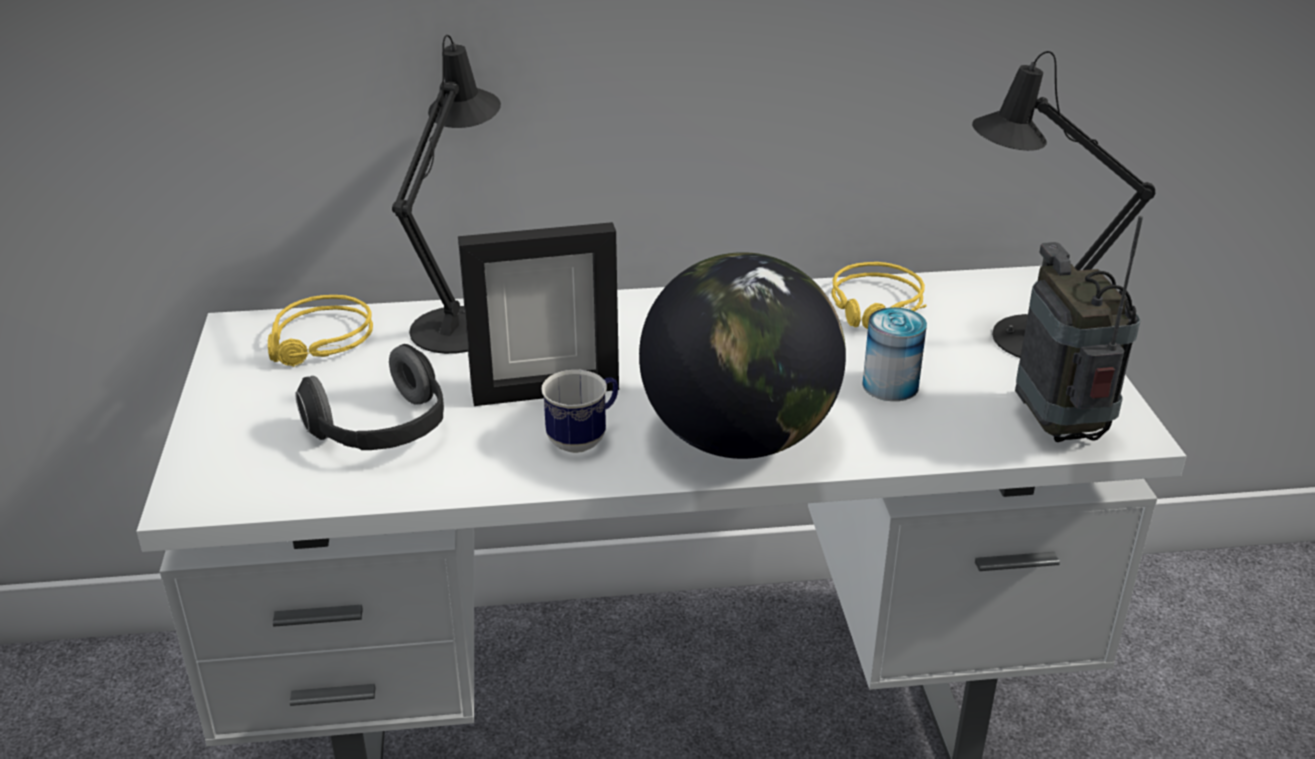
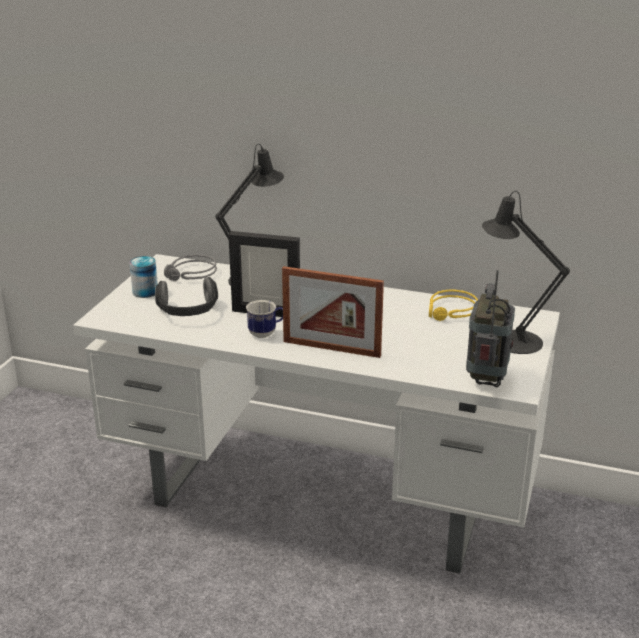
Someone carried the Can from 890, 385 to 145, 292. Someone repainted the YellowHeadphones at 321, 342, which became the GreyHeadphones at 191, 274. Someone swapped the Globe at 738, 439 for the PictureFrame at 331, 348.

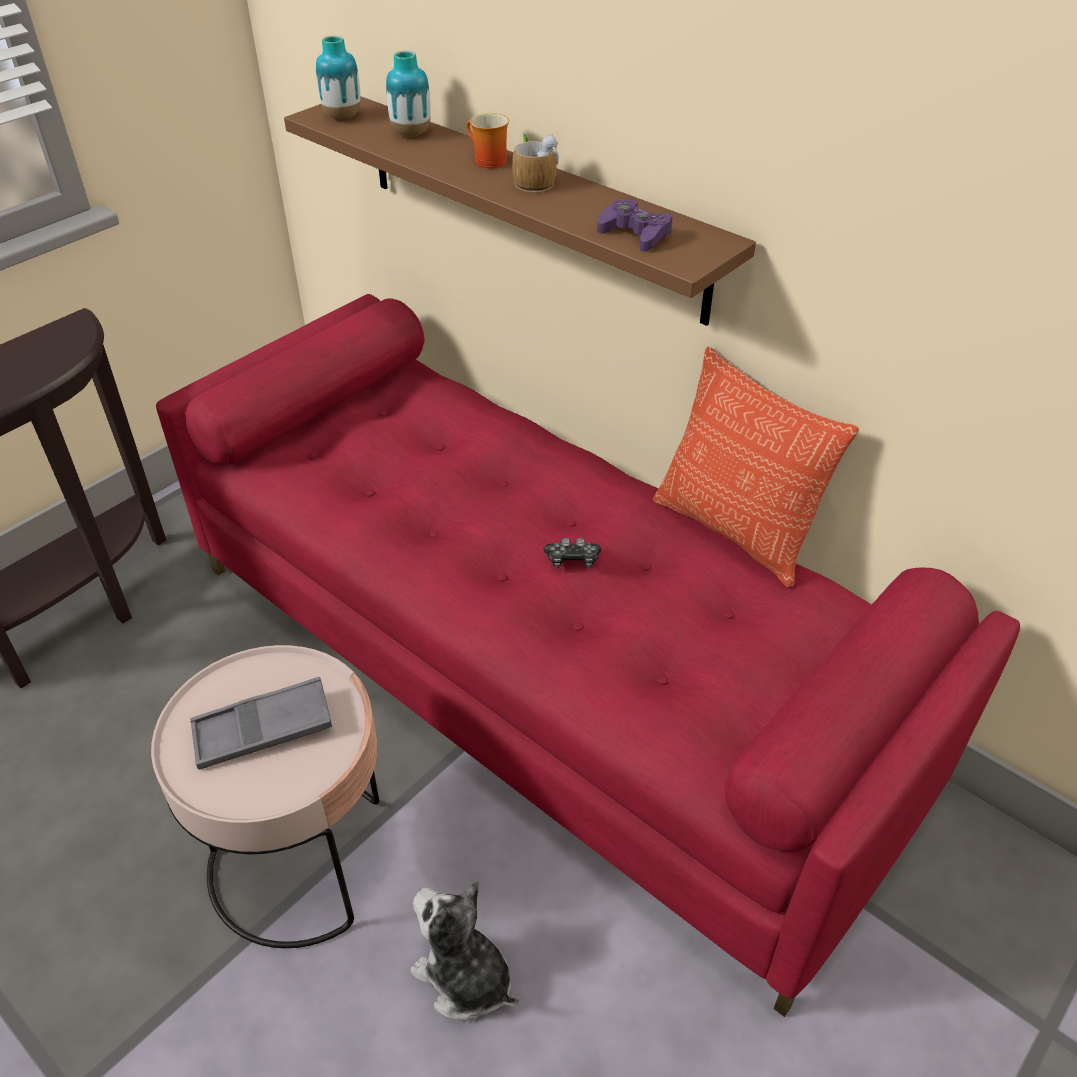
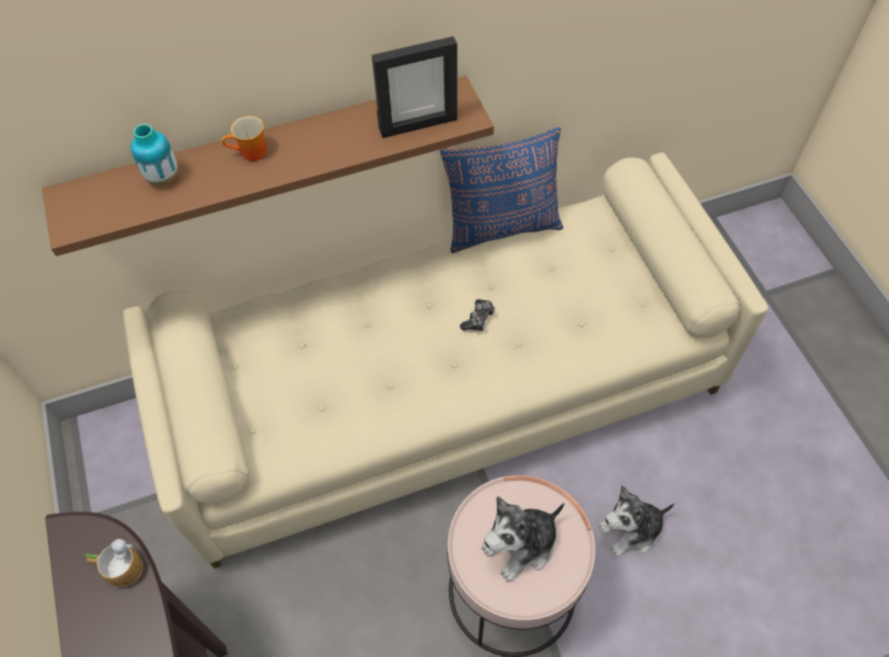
Someone carried the Mug from 532, 180 to 118, 567. Someone repainted the RedSofa at 540, 673, which became the BeigeSofa at 447, 395. Someone swapped the PurpleGameController at 635, 234 for the PictureFrame at 418, 124. Someone repainted the OrangePillow at 735, 531, which became the BluePillow at 502, 228. Someone swapped the GreyTray at 263, 730 for the PlushToy at 521, 545. Someone took away the Vase at 342, 116.

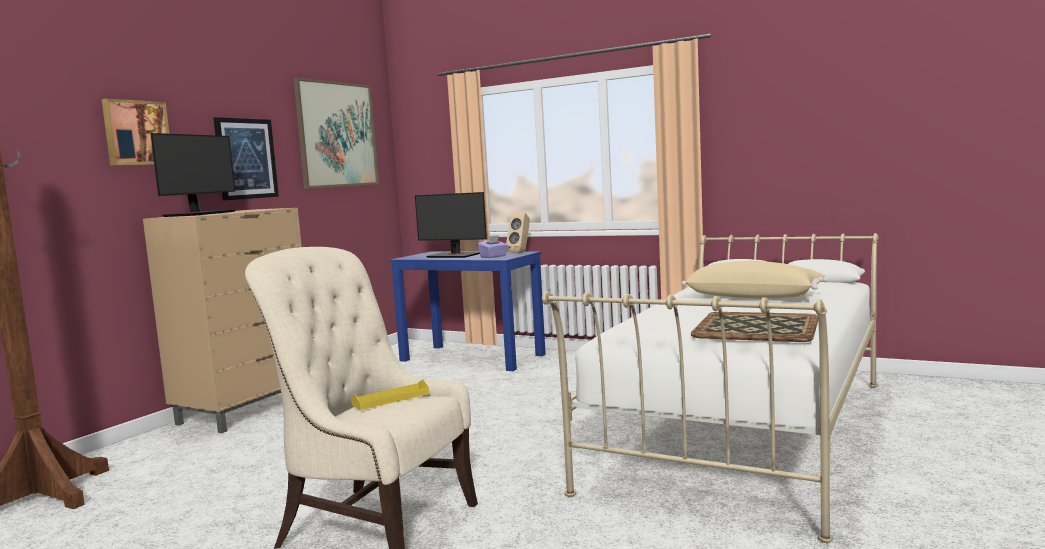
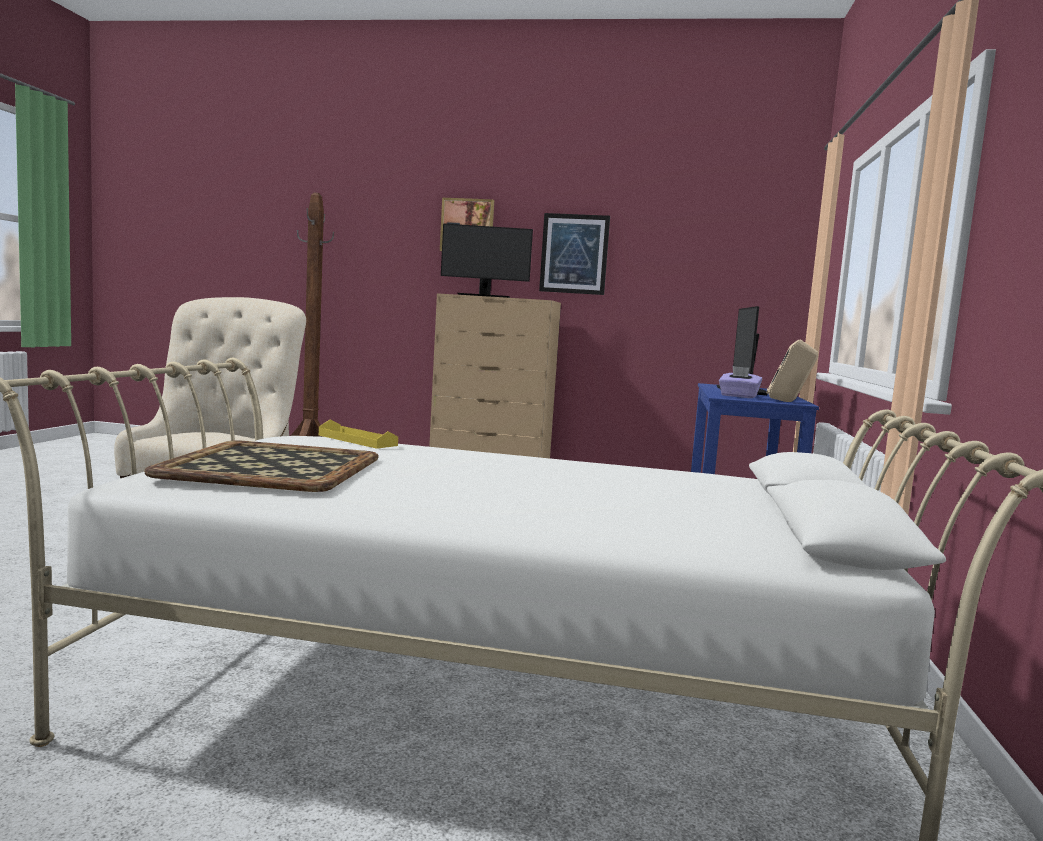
Someone carried the YellowTray from 391, 399 to 357, 440. Someone took away the Picture at 337, 134. Someone took away the BeigePillow at 754, 297.

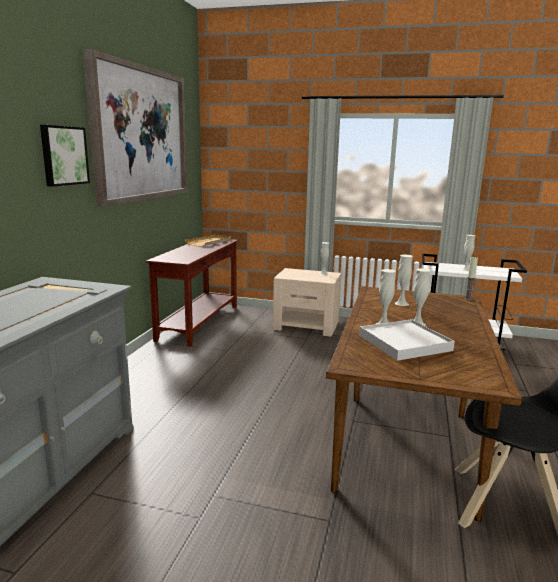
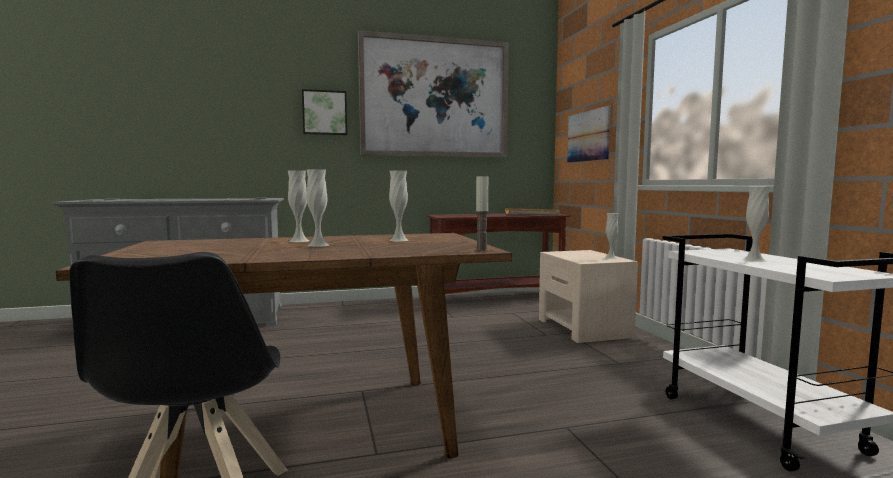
Someone put up the Picture at 588, 136. Someone took away the WhiteTray at 404, 343.

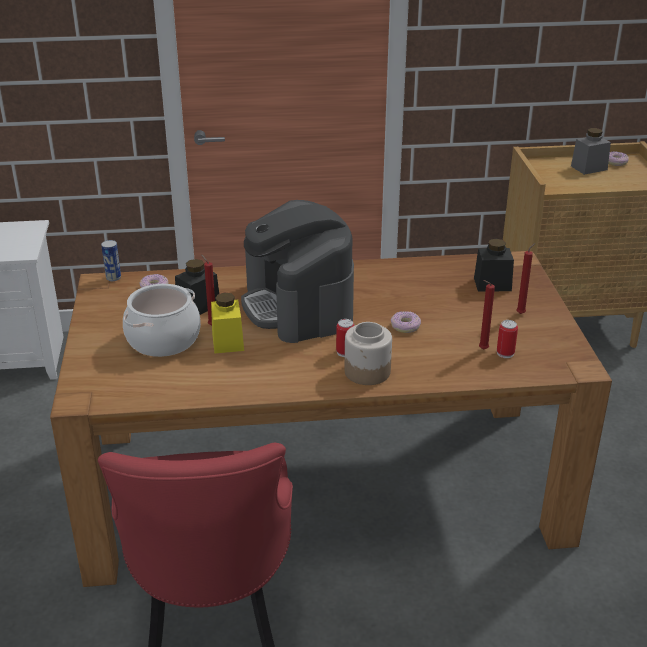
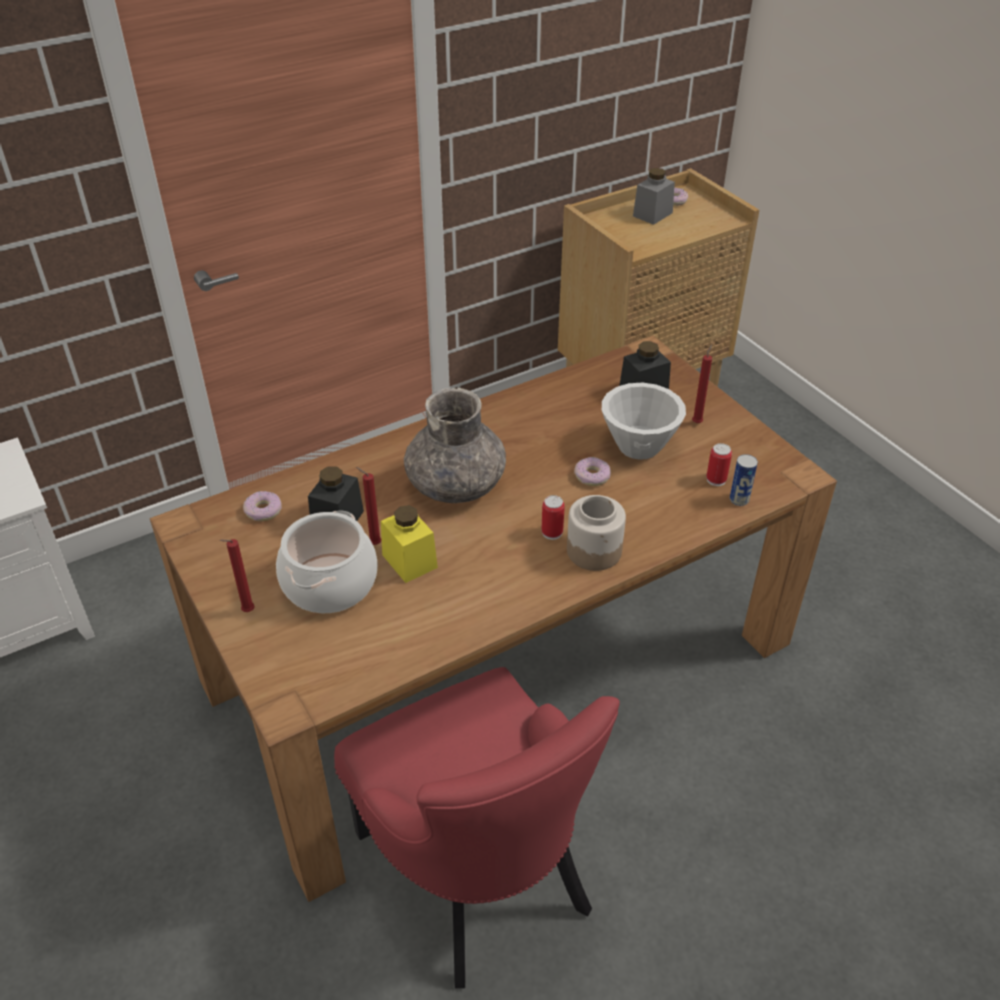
Someone carried the RedCandle from 481, 349 to 246, 612. Someone swapped the CoffeeMachine at 298, 306 for the GreyVase at 456, 485. Someone put down the WhiteBowl at 639, 446. Someone carried the Can from 113, 278 to 739, 500.

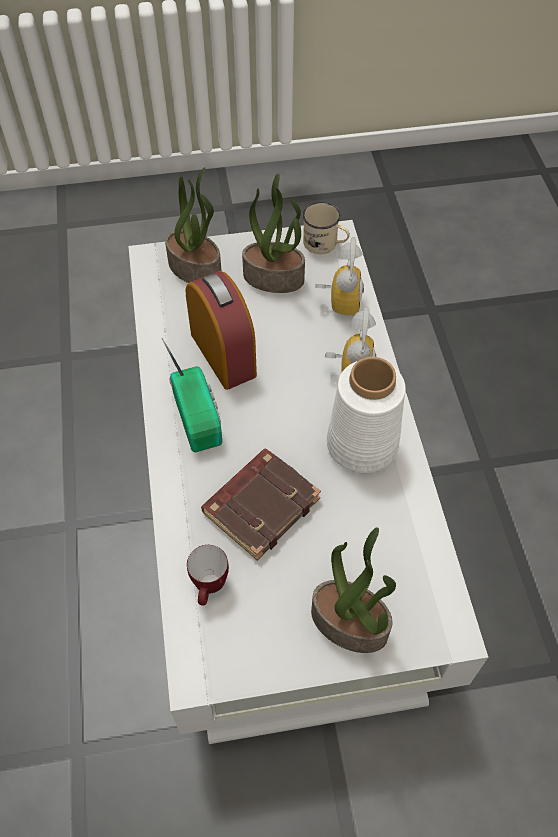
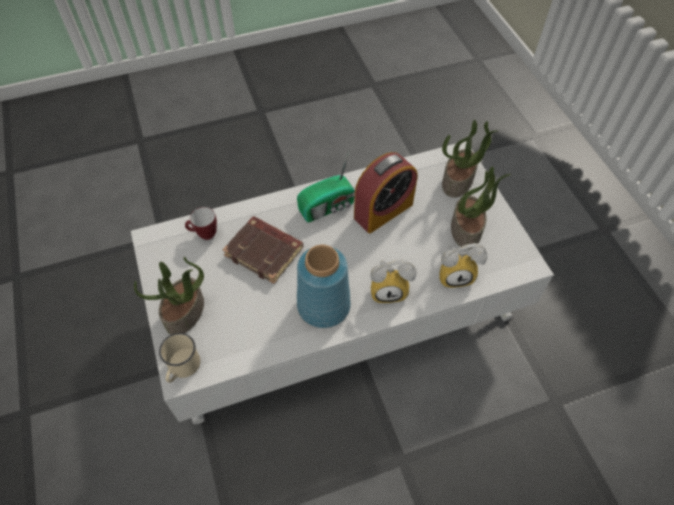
Someone carried the BeigeMug from 325, 244 to 182, 368. Someone repainted the WhiteVase at 362, 445, which became the BlueVase at 322, 306.

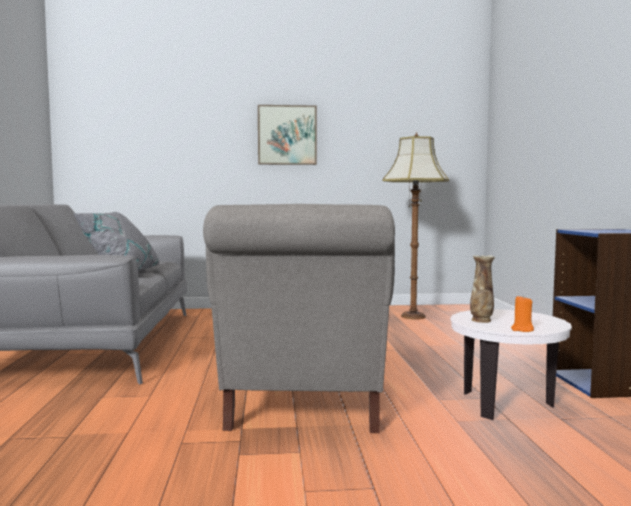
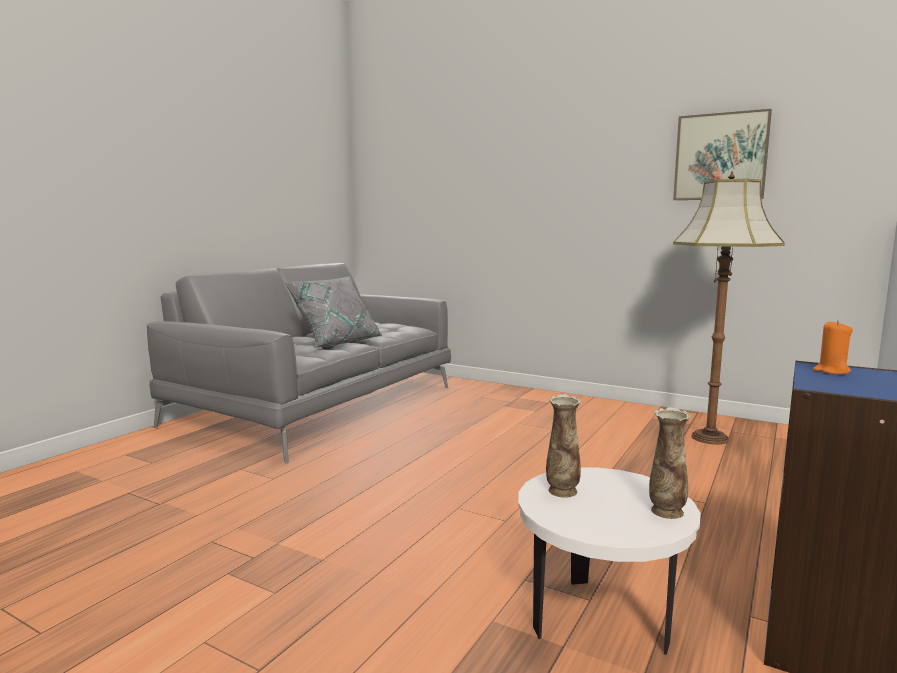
Someone put down the Vase at 666, 512. Someone carried the Picture from 287, 135 to 720, 157. Someone carried the OrangeCandle from 522, 330 to 831, 371. Someone took away the GreyArmchair at 304, 406.

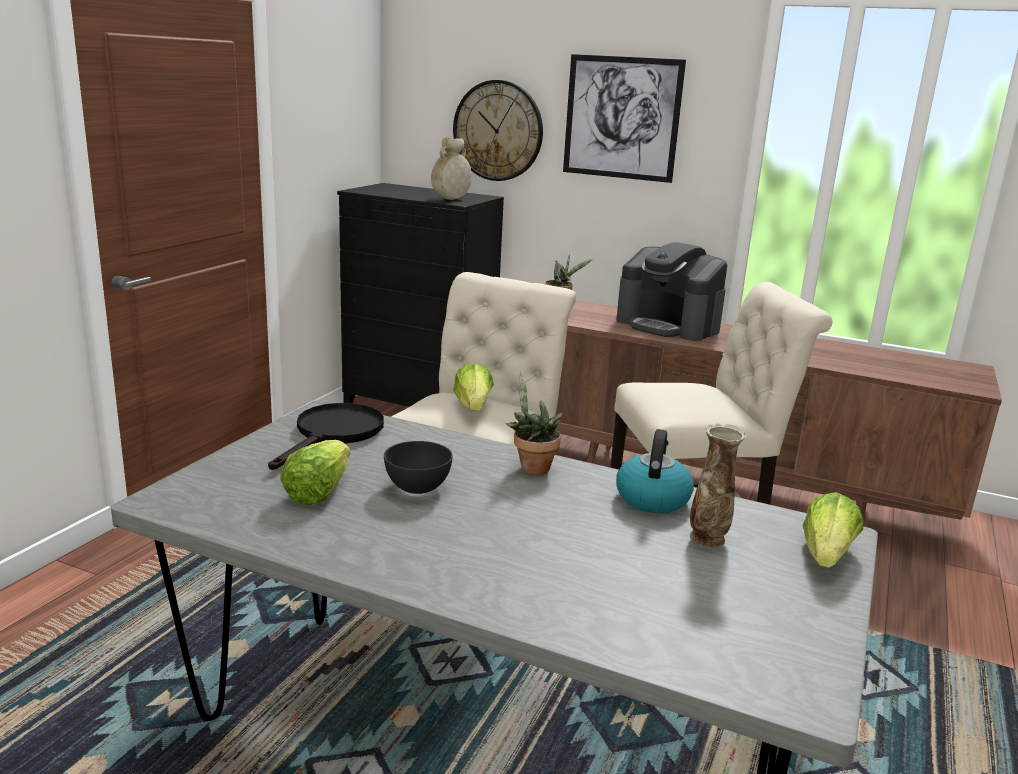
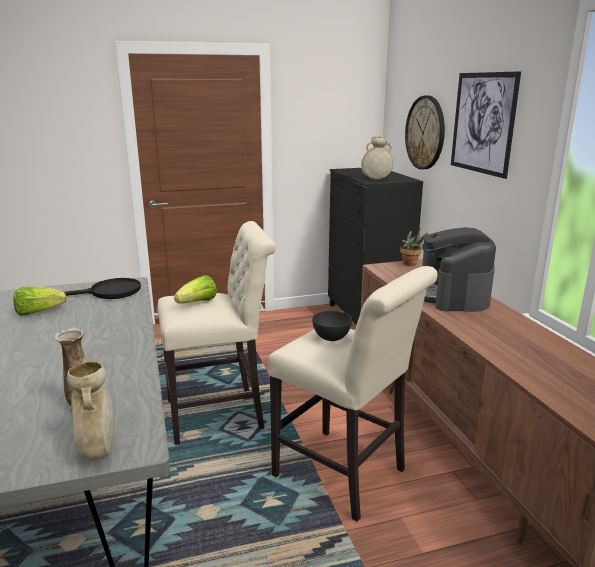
Someone swapped the Lettuce at 826, 555 for the BeigeVase at 98, 451. Someone carried the GreyBowl from 418, 487 to 332, 337. Someone took away the PottedPlant at 531, 467. Someone took away the Kettle at 652, 498.

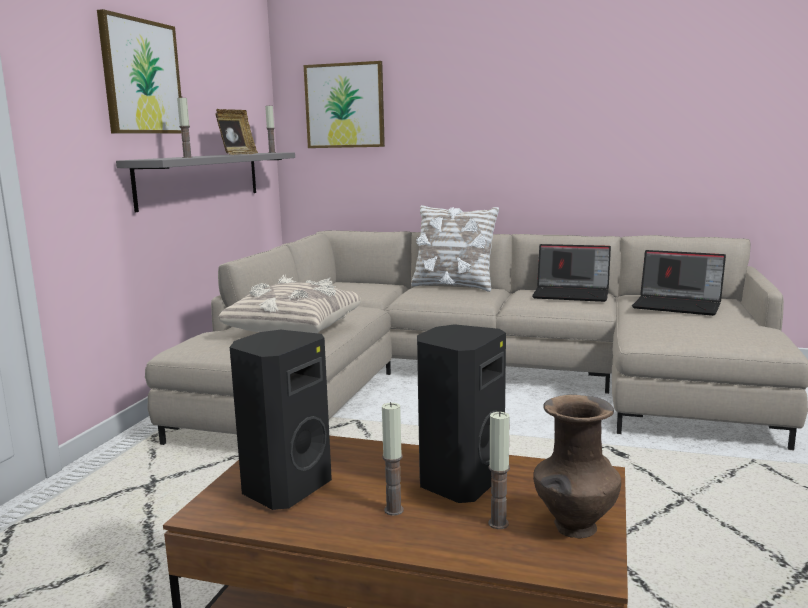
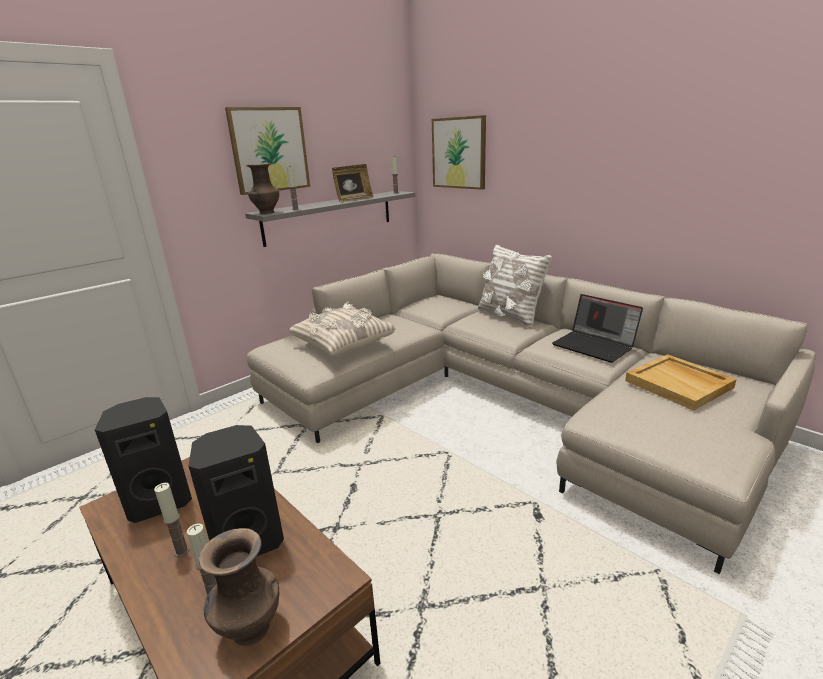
Someone put down the BrownVase at 266, 213. Someone swapped the Laptop at 678, 305 for the BeigeTray at 679, 384.

